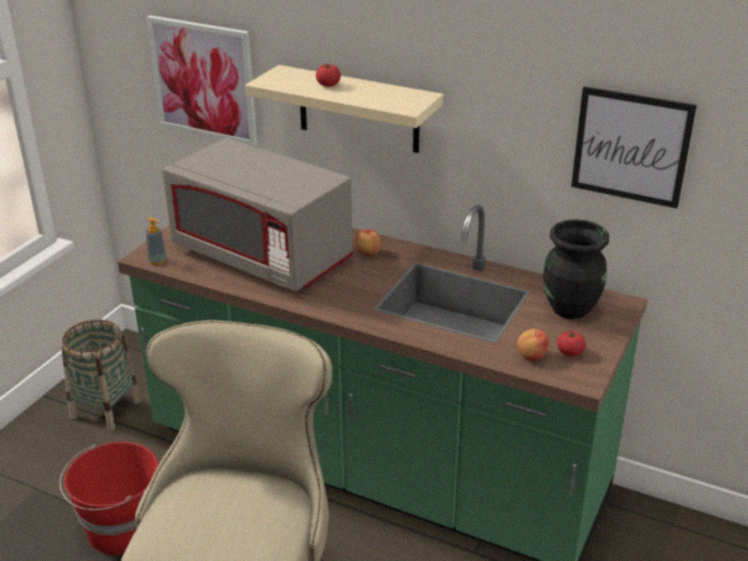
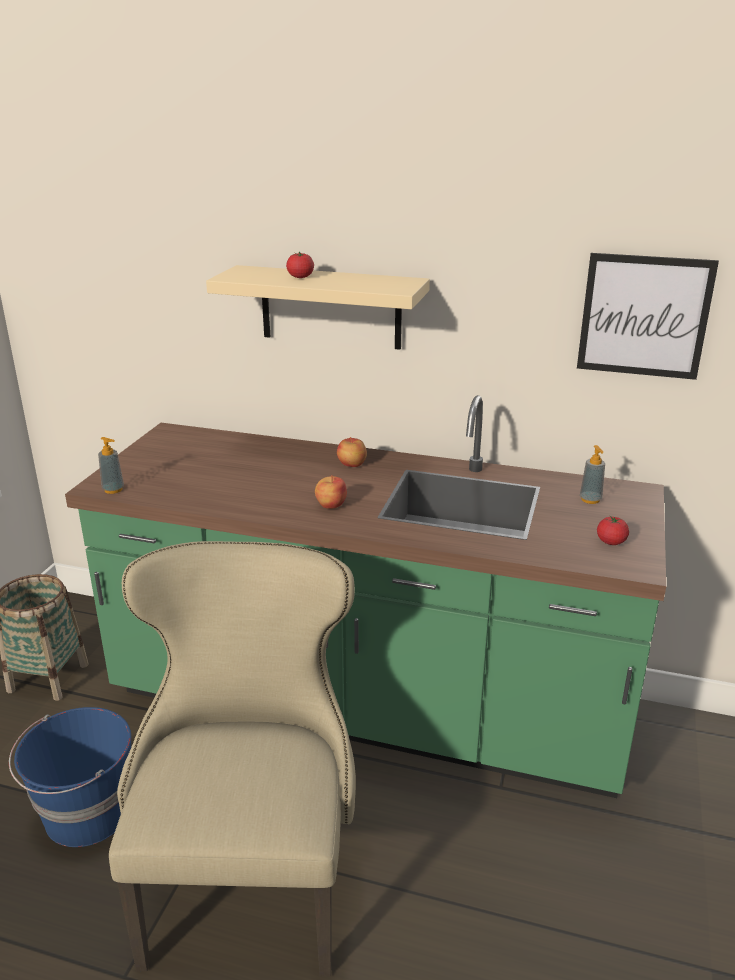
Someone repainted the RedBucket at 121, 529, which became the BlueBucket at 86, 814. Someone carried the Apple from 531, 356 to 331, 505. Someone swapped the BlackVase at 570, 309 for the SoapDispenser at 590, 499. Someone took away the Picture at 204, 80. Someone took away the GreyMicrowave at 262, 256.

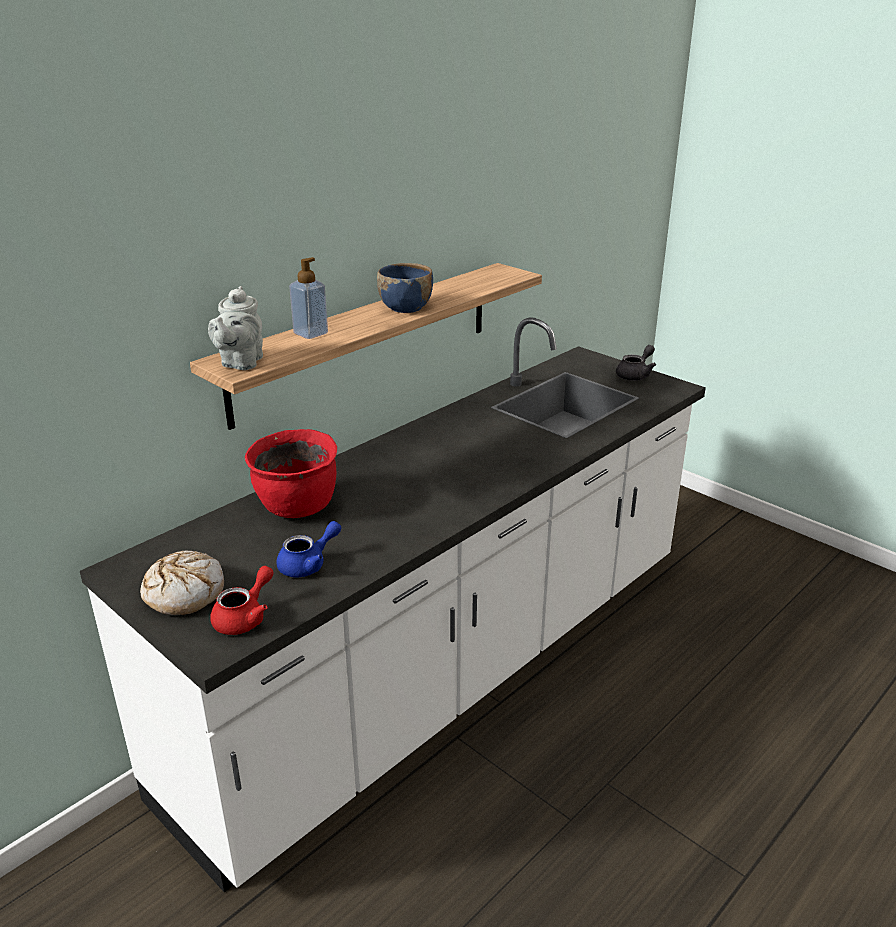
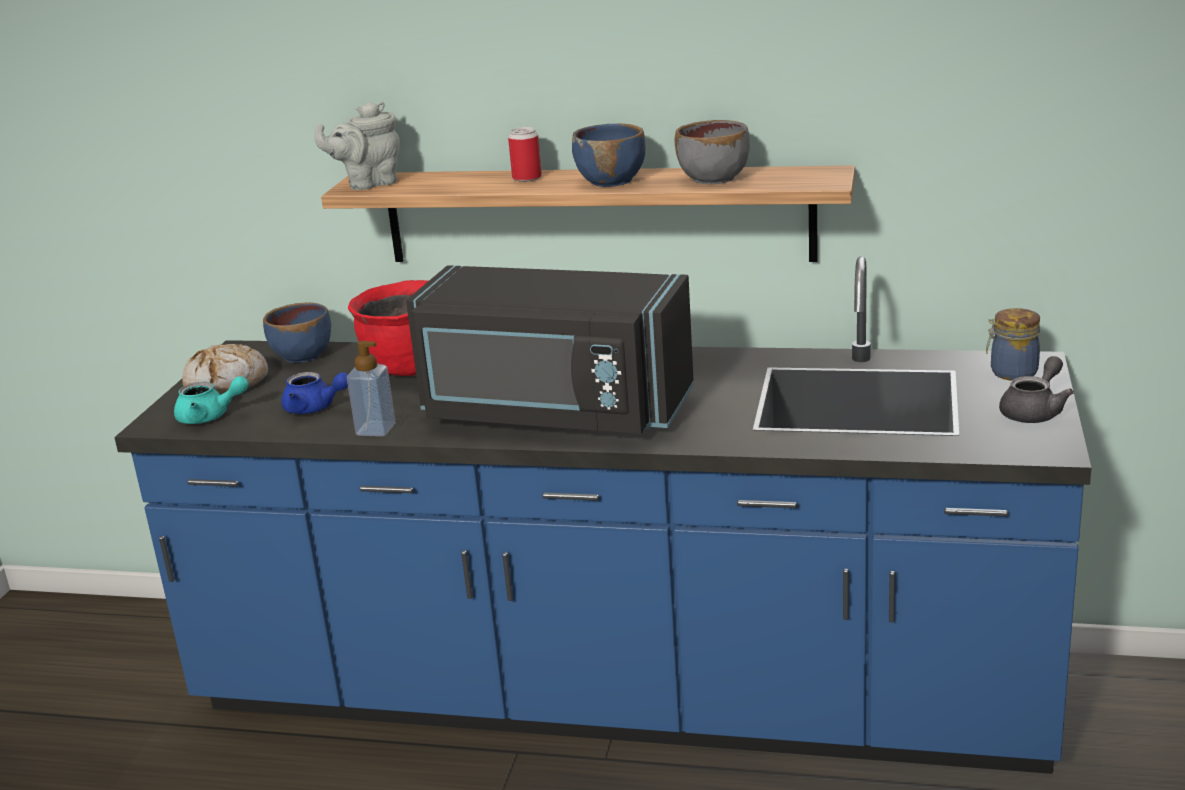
Someone repainted the WhiteCounter at 448, 671, which became the BlueCounter at 617, 698. Someone repainted the RedTeapot at 245, 617, which became the TurquoiseTeapot at 210, 417. Someone put down the BlueBowl at 303, 355. Someone carried the SoapDispenser from 310, 333 to 376, 429. Someone put down the BlackMicrowave at 553, 412. Someone put down the Can at 527, 178. Someone put down the GreyBowl at 714, 178. Someone put down the Jar at 1011, 373. Someone rotated the GreyTeapot at 635, 375 by 60 degrees counterclockwise.

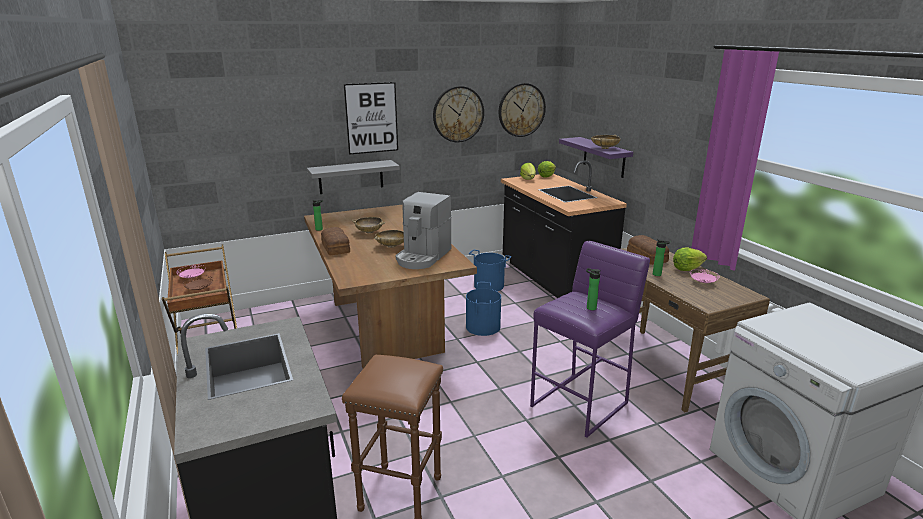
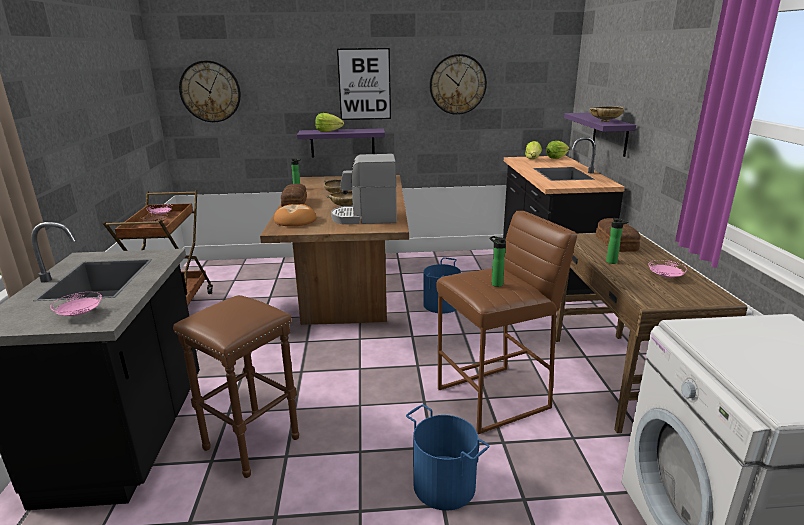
Someone put down the PinkPlate at 80, 314. Someone carried the WallClock from 521, 110 to 210, 91. Someone put down the Bread at 296, 220. Someone repainted the GreyShelf at 351, 177, which became the PurpleShelf at 342, 143. Someone carried the Lettuce from 687, 268 to 328, 131. Someone rotated the CoffeeMachine at 423, 256 by 45 degrees clockwise. Someone carried the BlueBucket from 488, 286 to 443, 485. Someone repainted the PurpleStool at 580, 404, which became the BrownStool at 494, 398.

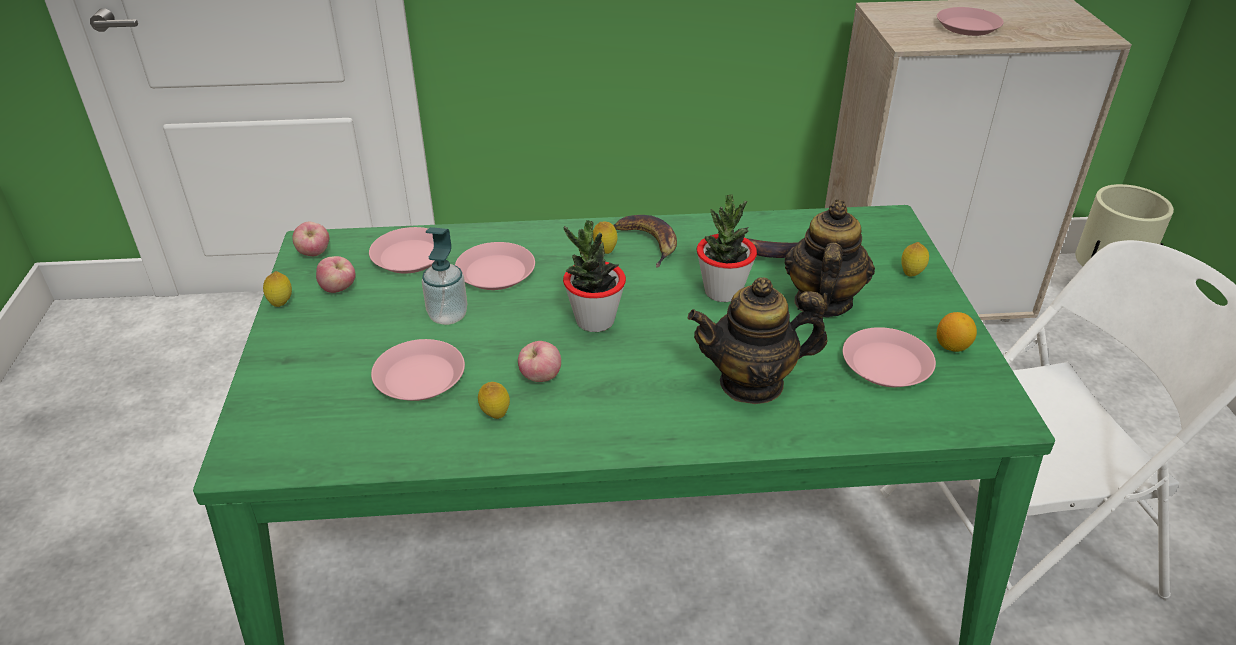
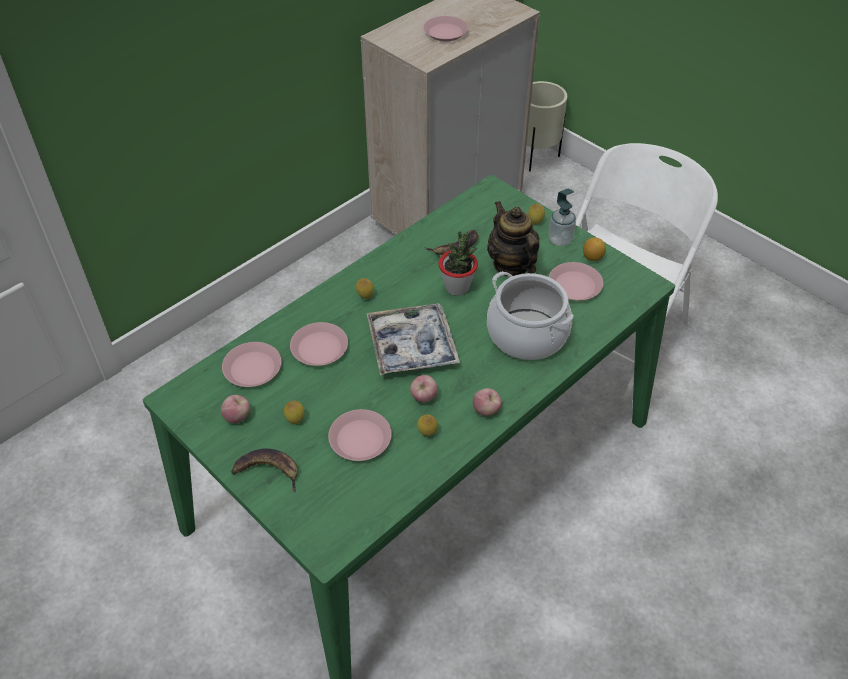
Someone carried the Banana from 648, 243 to 268, 471. Someone carried the Lemon from 281, 304 to 295, 420. Someone swapped the PottedPlant at 594, 321 for the Tray at 412, 346. Someone carried the Apple from 314, 254 to 486, 410. Someone swapped the Teapot at 752, 383 for the CookingPot at 527, 334. Someone carried the SoapDispenser from 448, 316 to 560, 240.

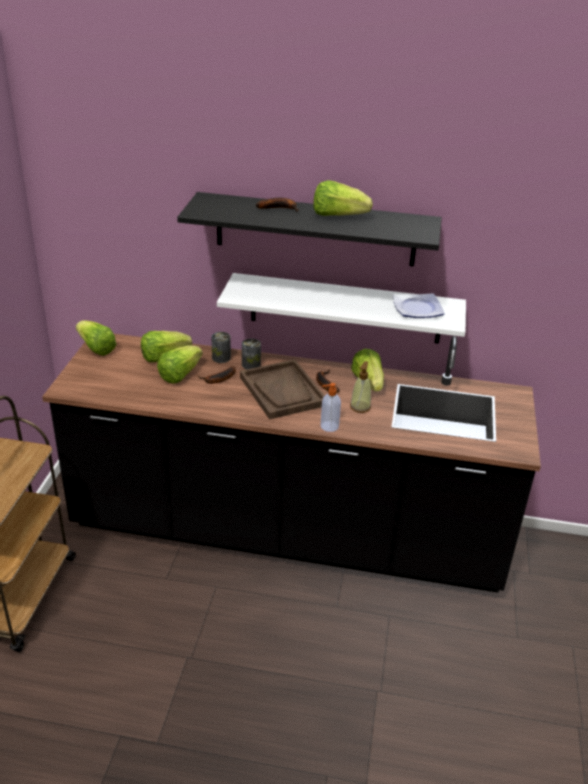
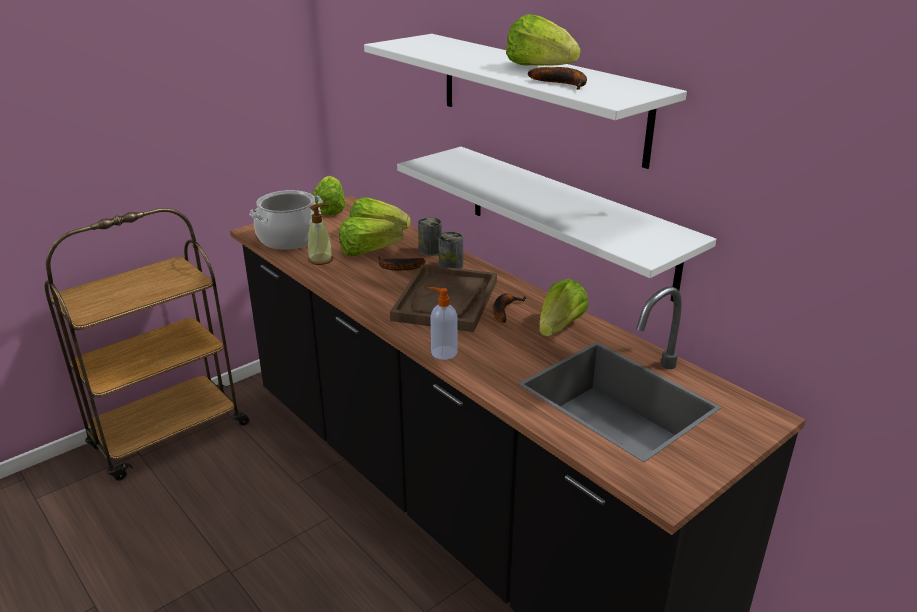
Someone put down the CookingPot at 290, 239. Someone carried the SoapDispenser from 360, 407 to 321, 260. Someone repainted the BlackShelf at 315, 229, which became the WhiteShelf at 539, 96. Someone carried the Banana from 279, 208 to 563, 84. Someone took away the Plate at 418, 308.

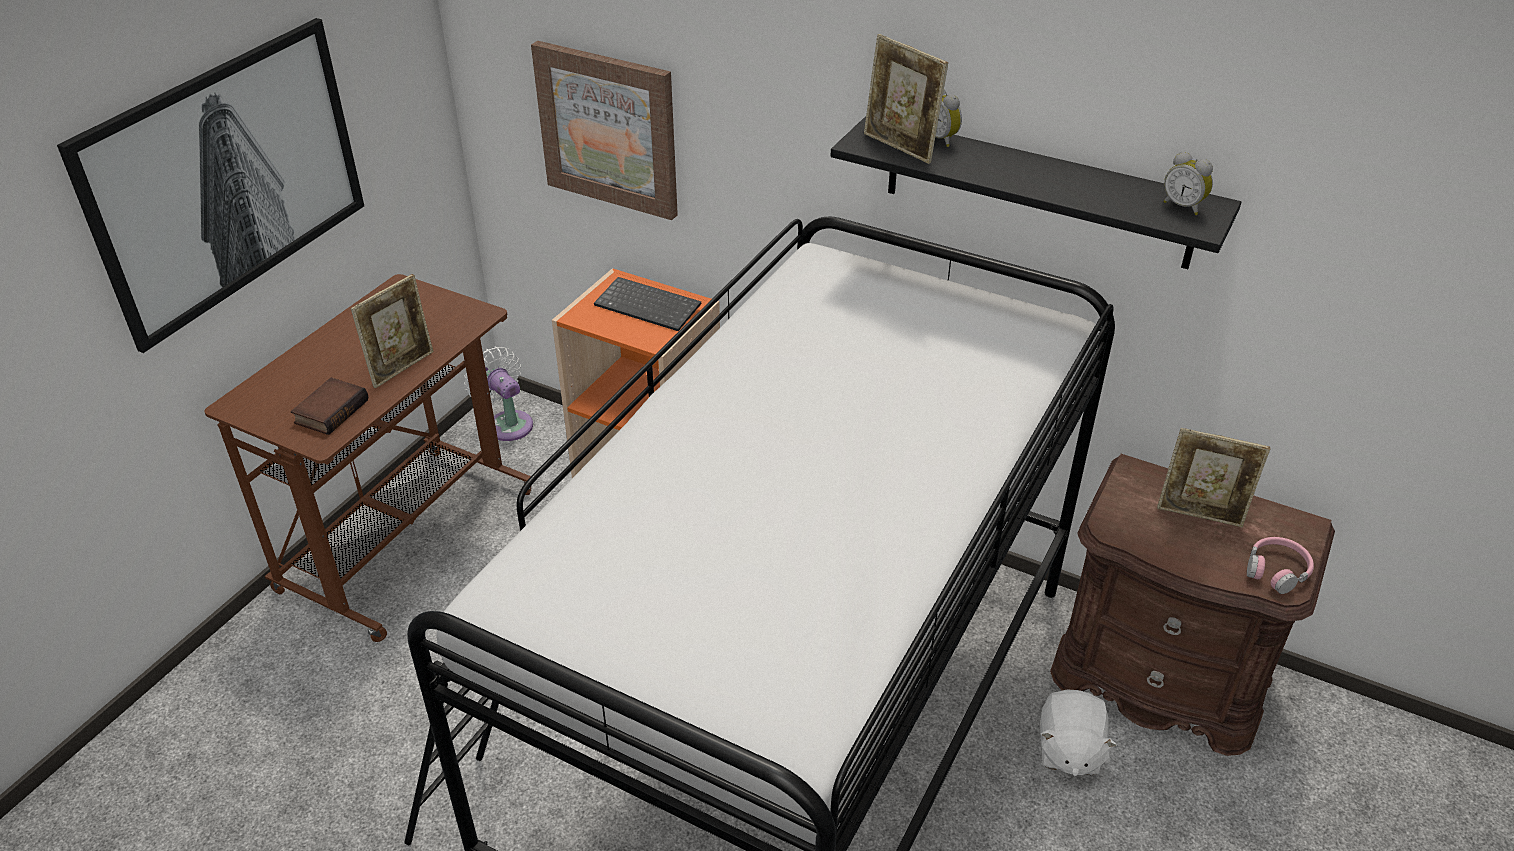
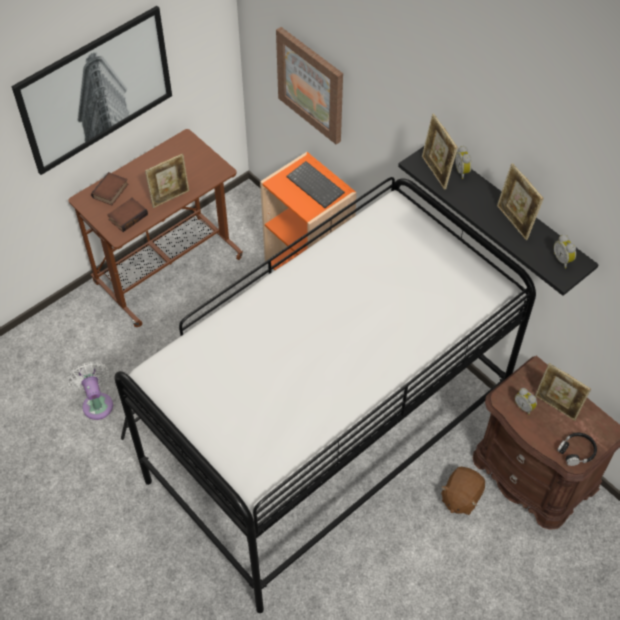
Someone carried the WhiteFan from 507, 423 to 97, 403. Someone put down the Book at 111, 192. Someone repainted the WhitePlushToy at 1069, 750, which became the BrownPlushToy at 460, 497. Someone put down the PictureFrame at 514, 222. Someone put down the AlarmClock at 524, 407. Someone repainted the PinkHeadphones at 1276, 570, which became the BlackHeadphones at 576, 451.

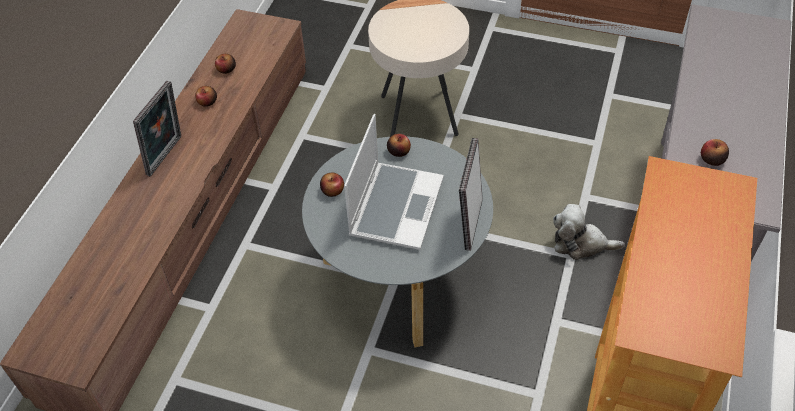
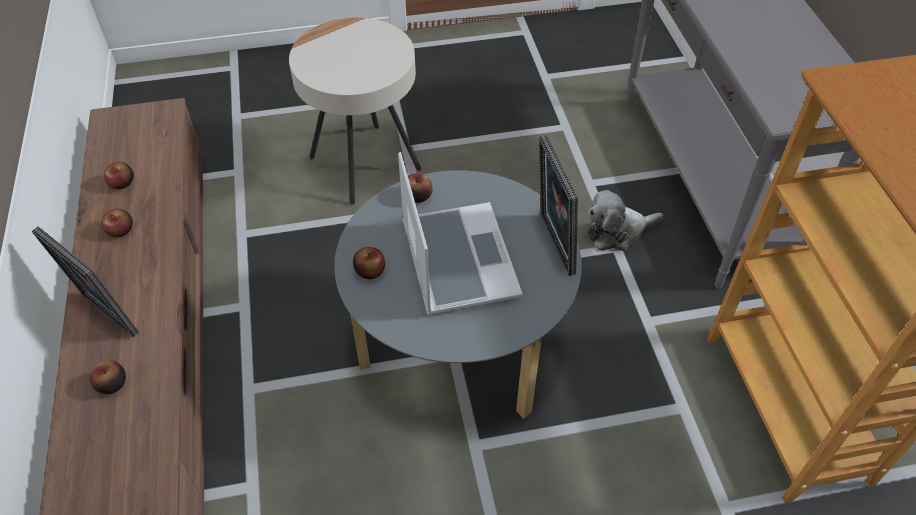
Someone rotated the PictureFrame at 167, 156 by 135 degrees clockwise. Someone carried the Apple from 712, 159 to 112, 384.

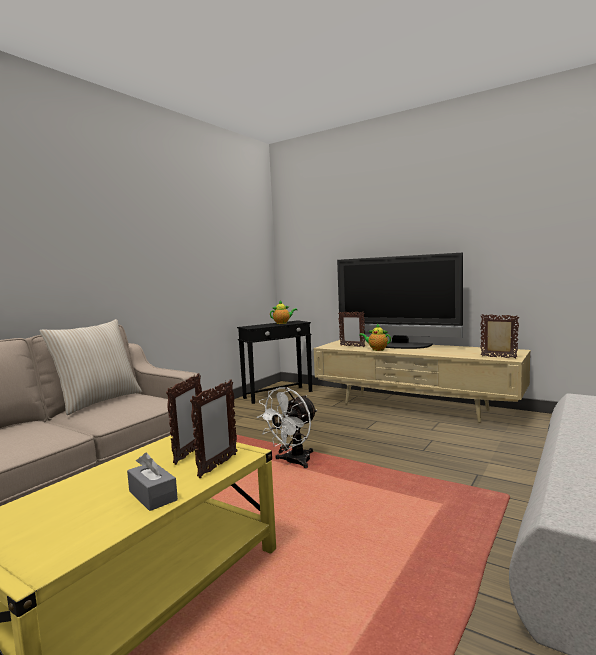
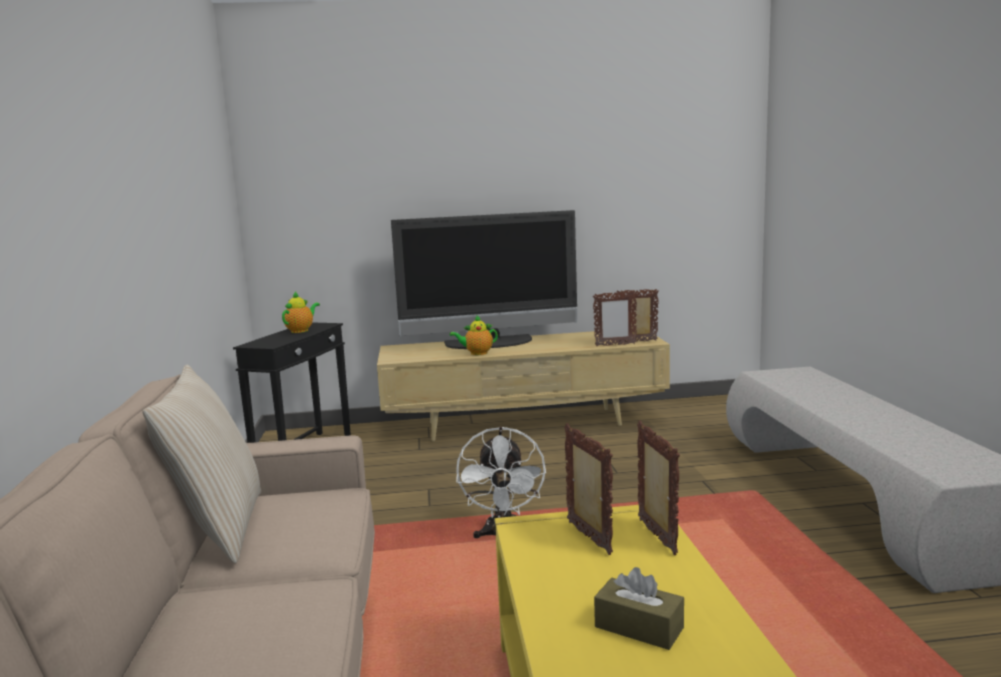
Someone carried the PictureFrame from 352, 346 to 615, 345. Someone put down the BrownTissueBox at 639, 627. Someone took away the GreyTissueBox at 152, 496.

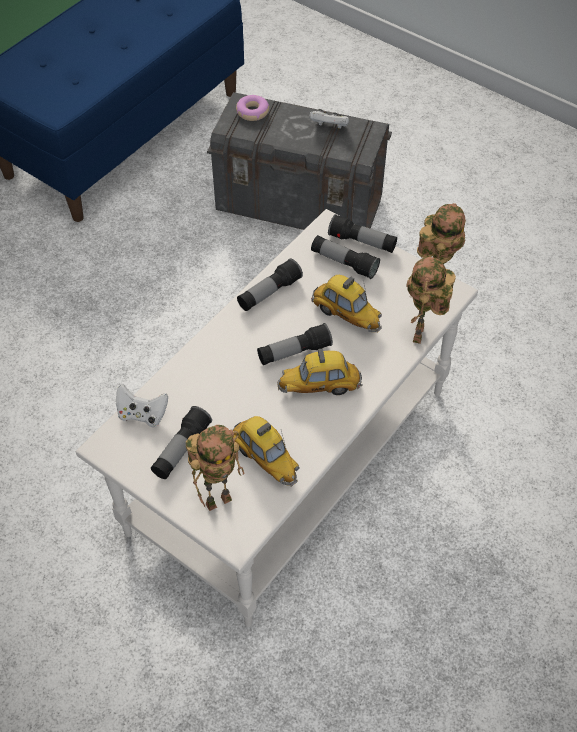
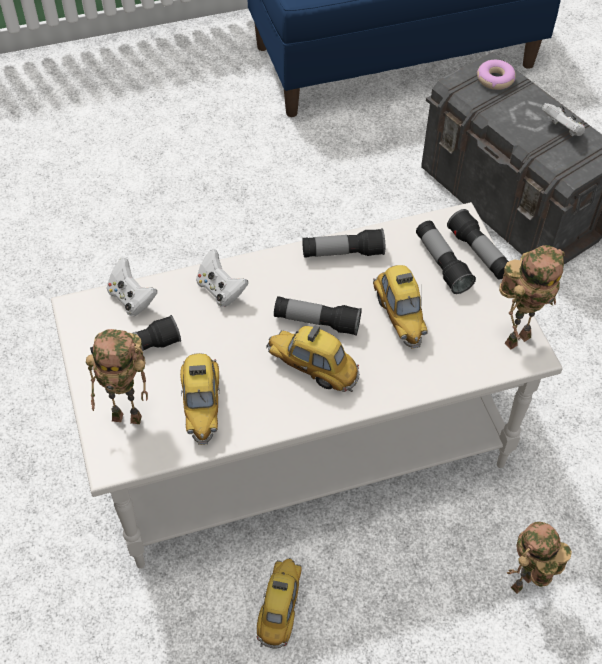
Someone put down the WhiteGameController at 220, 290. Someone put down the ToyCar at 280, 607. Someone carried the ToyRobot from 421, 336 to 523, 586.

